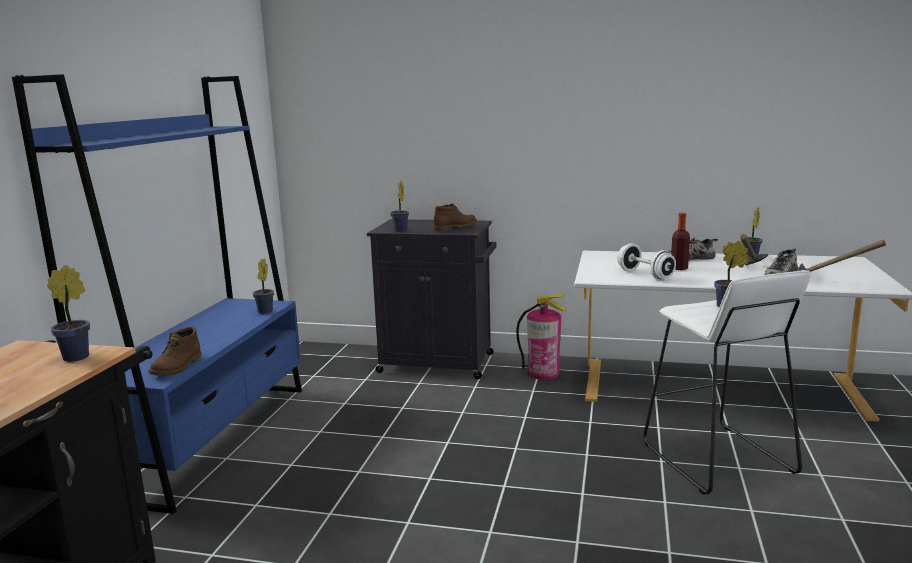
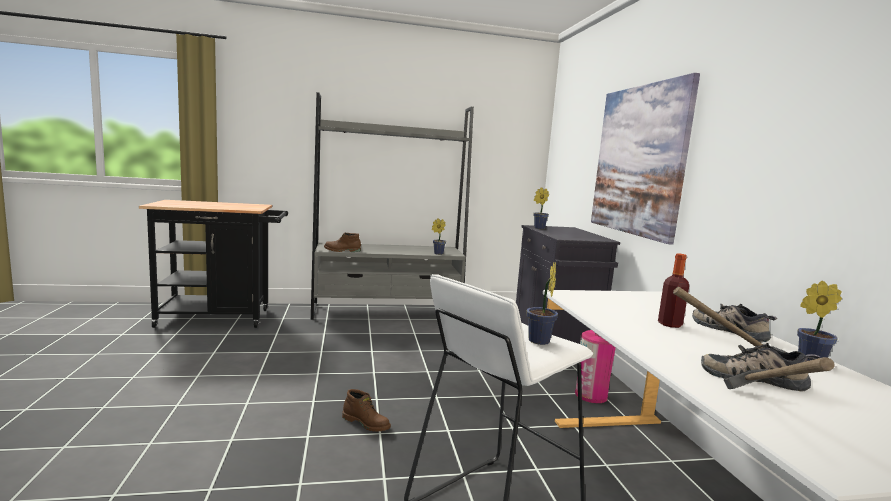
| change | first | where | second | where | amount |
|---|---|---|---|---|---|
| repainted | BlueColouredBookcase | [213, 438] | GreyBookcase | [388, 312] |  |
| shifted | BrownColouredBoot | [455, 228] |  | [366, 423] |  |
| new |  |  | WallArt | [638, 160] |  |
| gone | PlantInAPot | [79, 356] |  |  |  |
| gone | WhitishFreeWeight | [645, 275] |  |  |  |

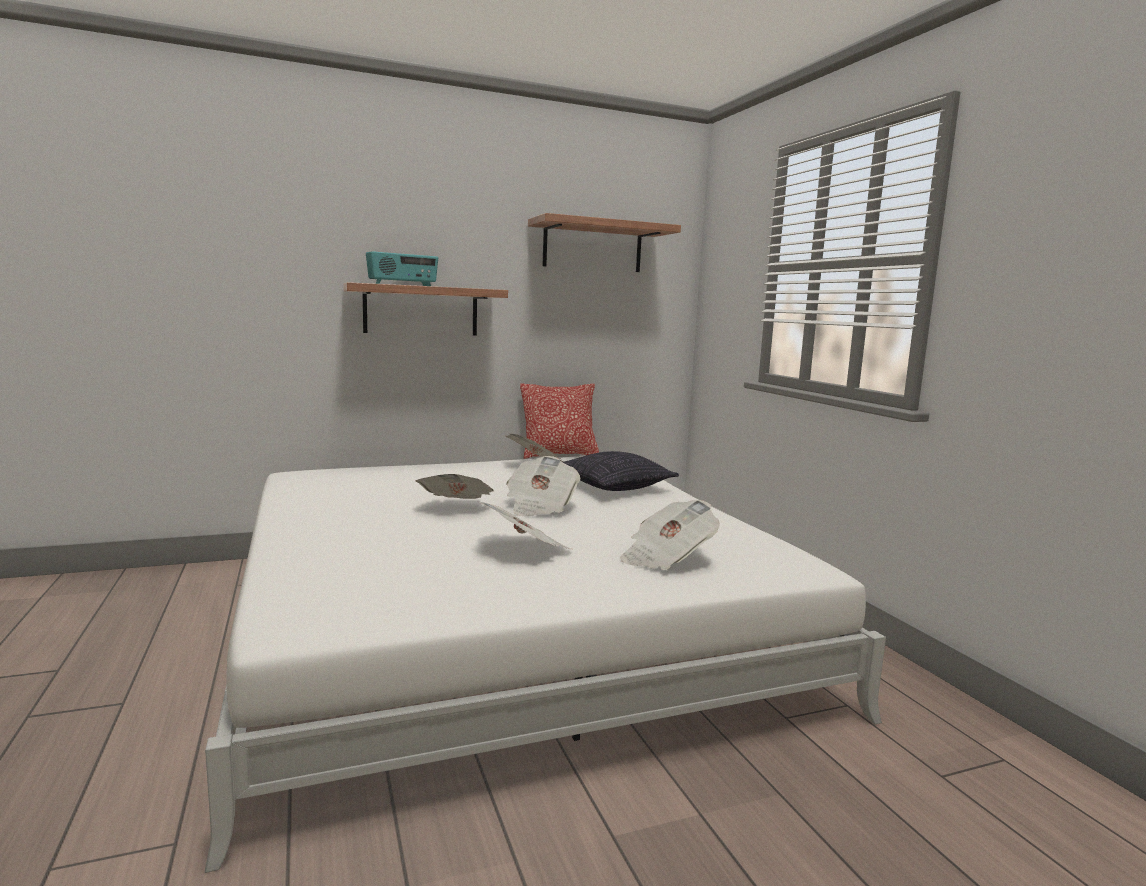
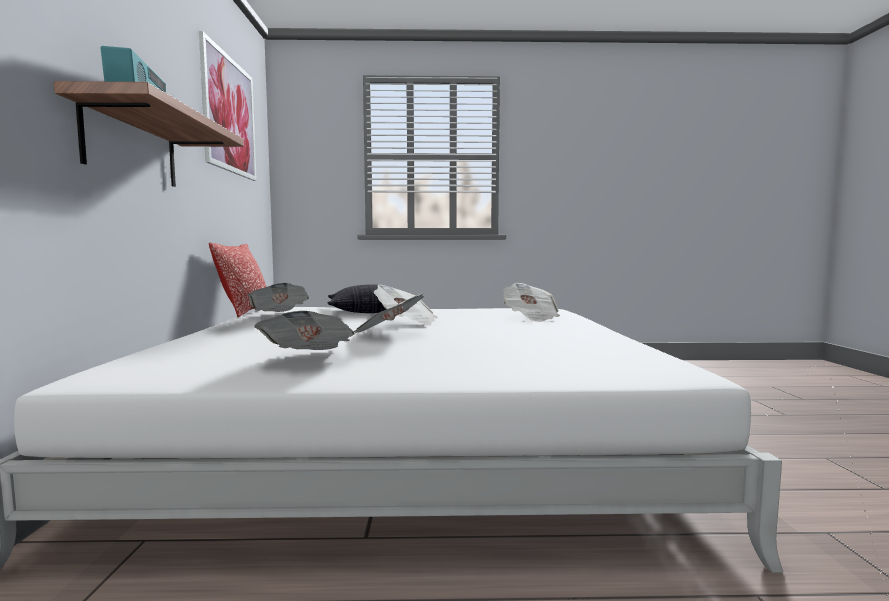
| change | first | where | second | where | amount |
|---|---|---|---|---|---|
| swapped | BracketShelf | [592, 247] | WallArt | [229, 115] |  |
| shifted | Newspaper | [525, 550] |  | [309, 359] |  |

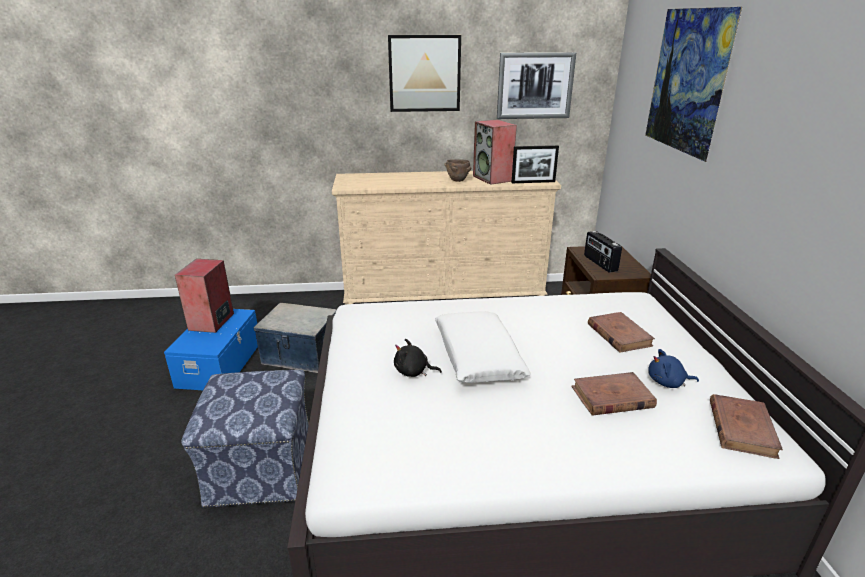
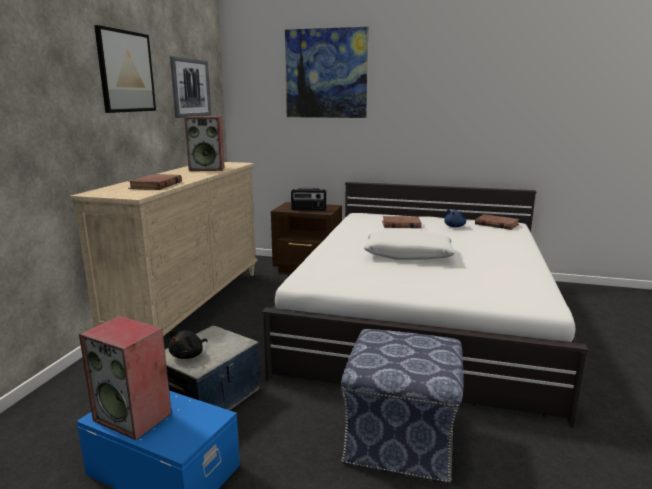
| change | first | where | second | where | amount |
|---|---|---|---|---|---|
| shifted | BrownColouredVolume | [612, 397] |  | [156, 185] |  |
| shifted | BlackishSoftToy | [413, 372] |  | [188, 355] |  |
| gone | BrownColouredDeepDish | [458, 181] |  |  |  |
| gone | PictureFrame | [533, 182] |  |  |  |

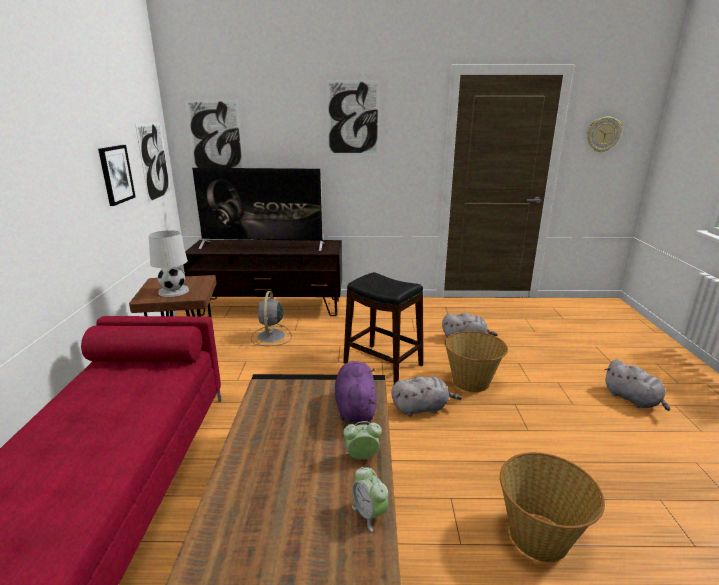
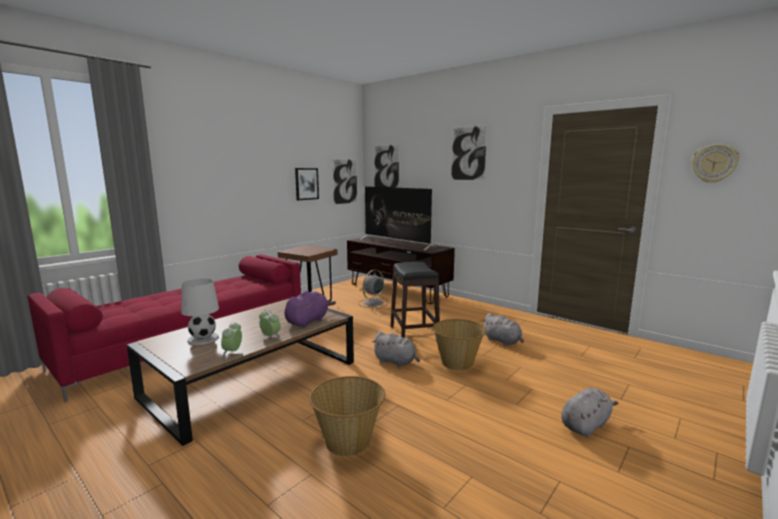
| change | first | where | second | where | amount |
|---|---|---|---|---|---|
| shifted | WhitishTableLamp | [174, 291] |  | [203, 339] |  |
| rotated | GreySoftToy | [633, 400] |  | [586, 425] | 135 degrees counterclockwise |

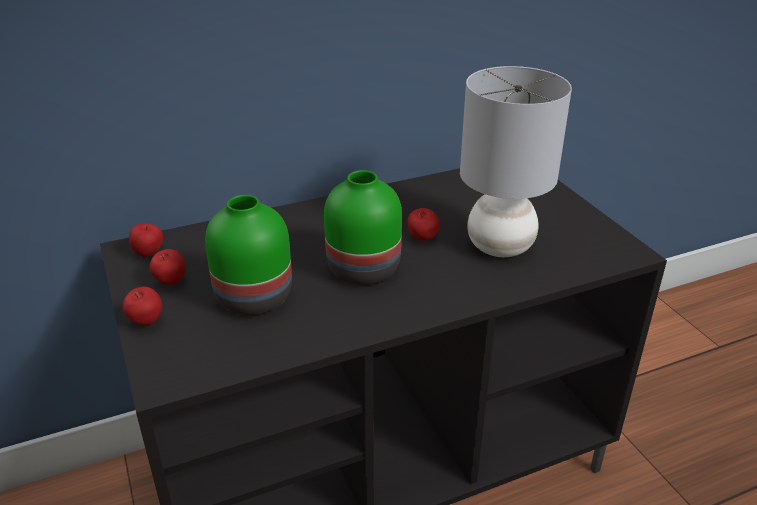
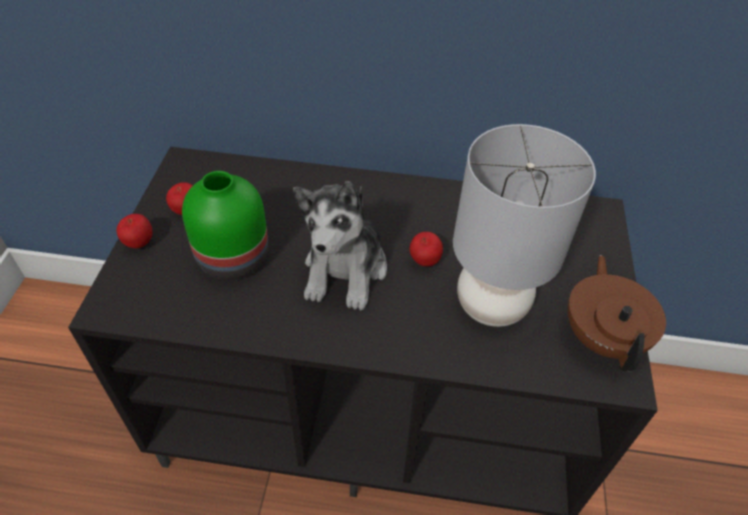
| change | first | where | second | where | amount |
|---|---|---|---|---|---|
| swapped | GreenVase | [364, 268] | SoftToy | [345, 270] |  |
| new |  |  | BrownColouredTeaPot | [602, 337] |  |
| gone | Apple | [149, 254] |  |  |  |

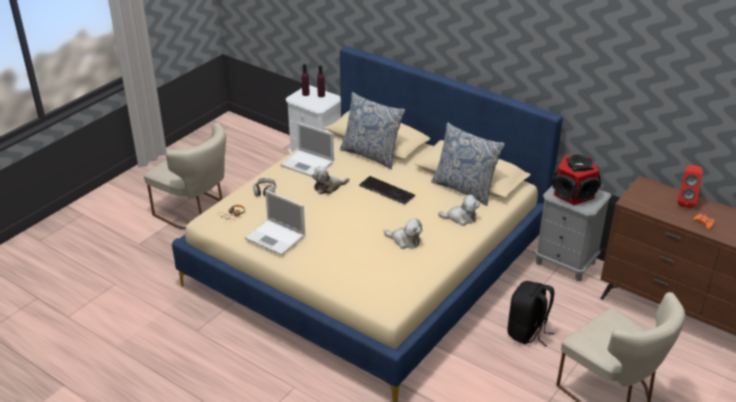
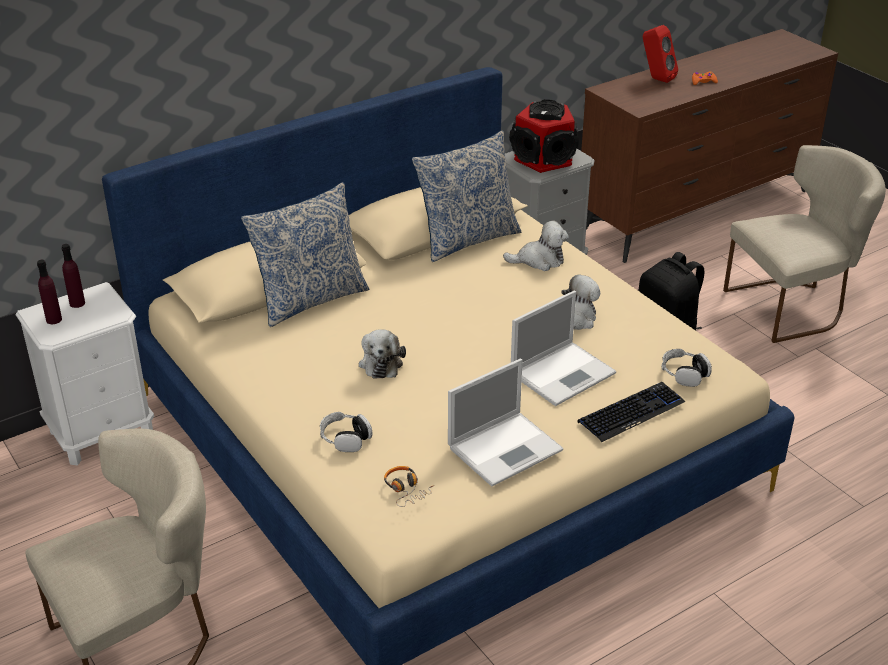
| change | first | where | second | where | amount |
|---|---|---|---|---|---|
| rotated | SoftToy | [461, 218] |  | [539, 260] | 60 degrees clockwise |
| shifted | Laptop | [308, 164] |  | [564, 373] |  |
| shifted | Keyboard | [387, 191] |  | [631, 413] |  |
| new |  |  | Headset | [684, 374] |  |

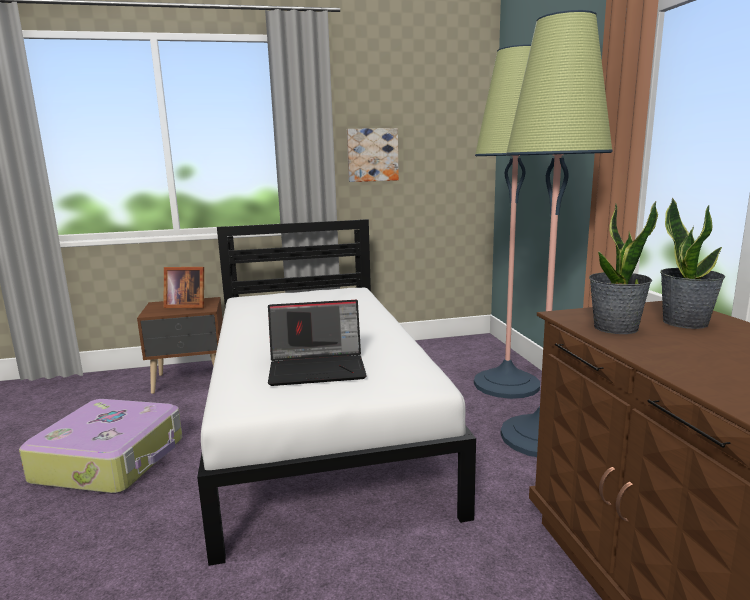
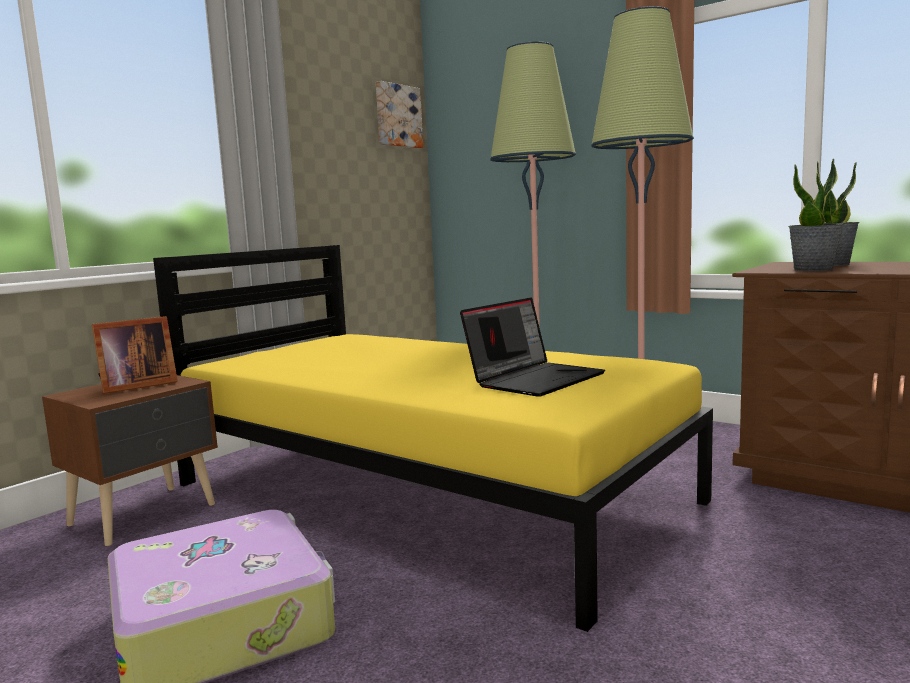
| change | first | where | second | where | amount |
|---|---|---|---|---|---|
| repainted | WhitishSleepingBed | [319, 422] | YellowishSleepingBed | [426, 491] |  |
| shifted | WallArt | [372, 155] |  | [397, 116] |  |

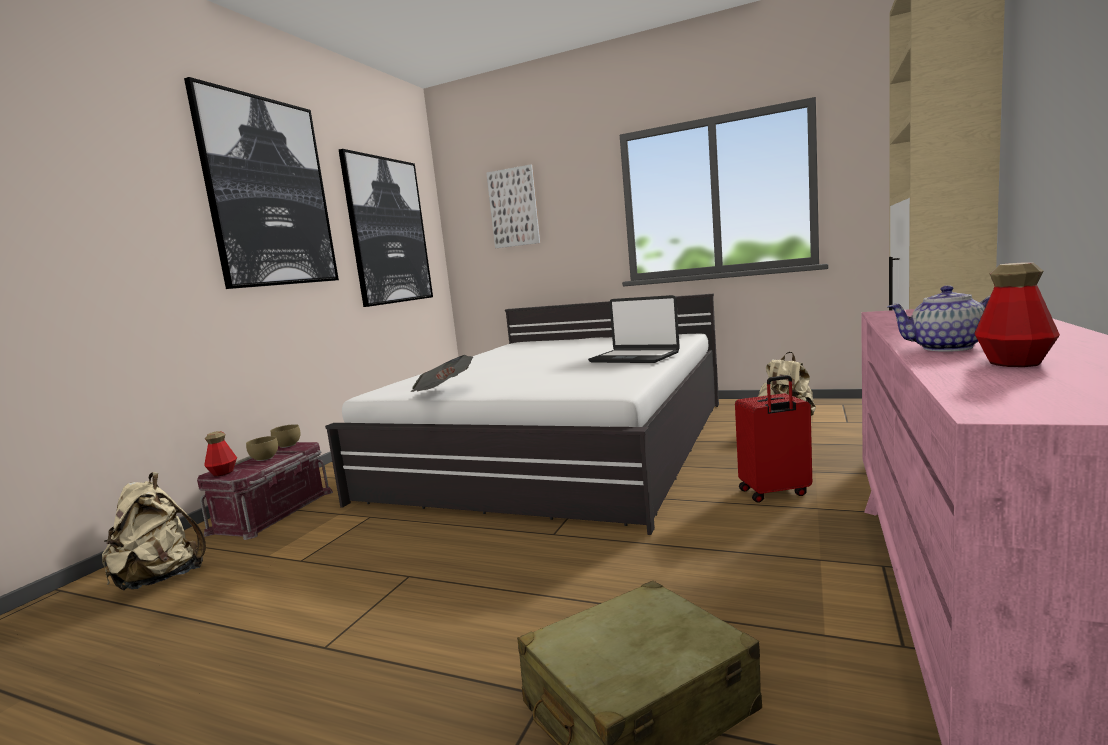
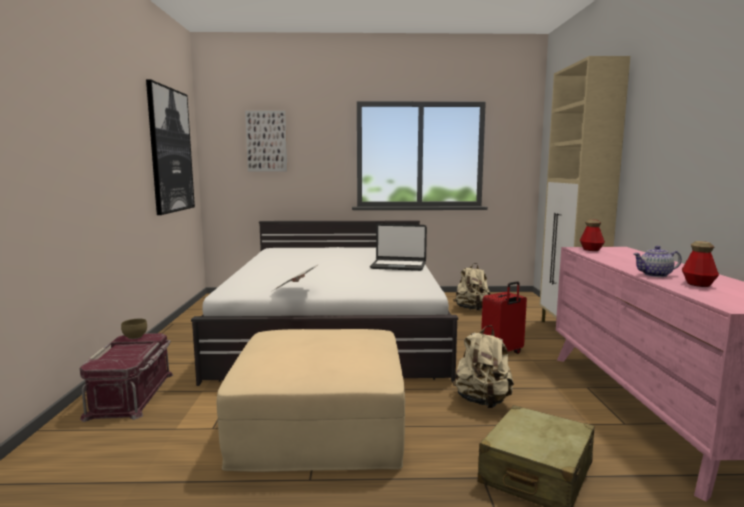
| change | first | where | second | where | amount |
|---|---|---|---|---|---|
| new |  |  | BeigeColouredOttoman | [320, 424] |  |
| shifted | BeigeColouredBackpack | [160, 579] |  | [482, 401] |  |
| shifted | Bottle | [223, 473] |  | [591, 250] |  |
| gone | WallArt | [269, 193] |  |  |  |
| gone | BrownColouredDeepDish | [266, 458] |  |  |  |

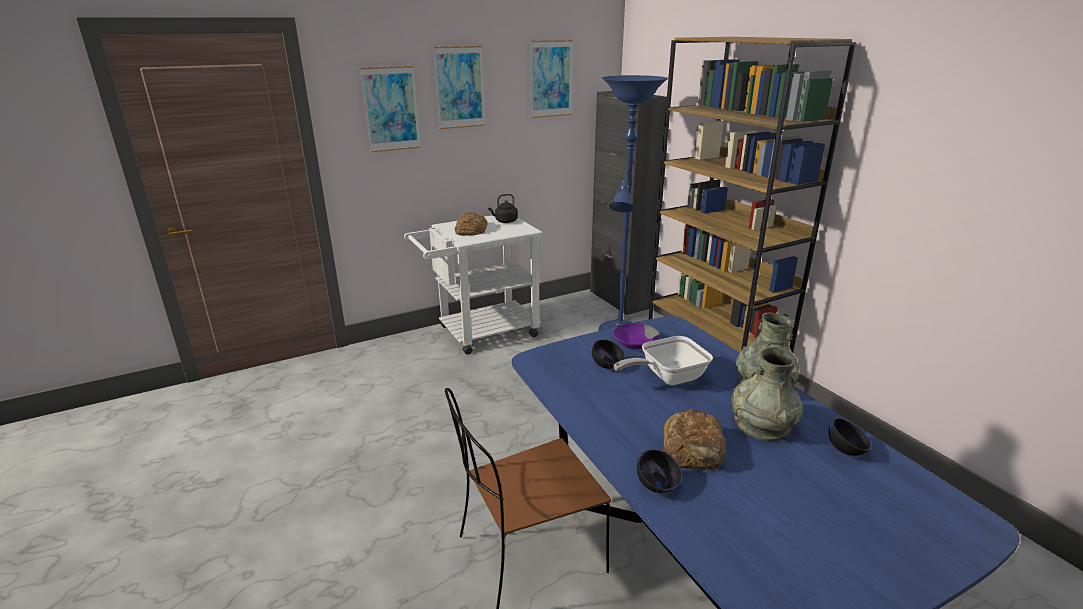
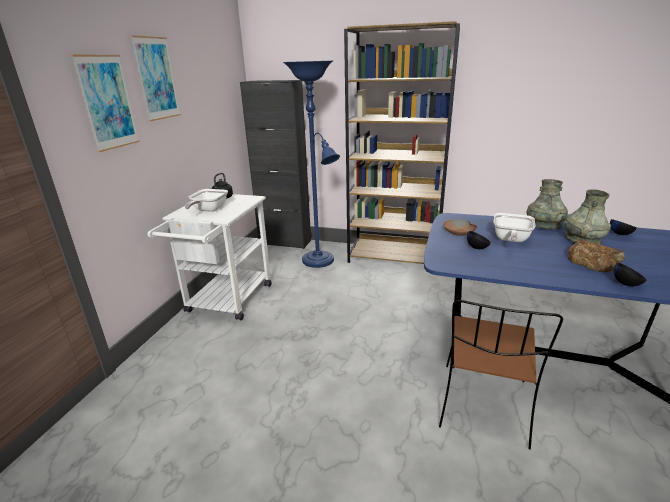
| change | first | where | second | where | amount |
|---|---|---|---|---|---|
| swapped | BakeryBread | [470, 229] | Skillet | [208, 210] |  |
| repainted | PurplishDeepDish | [634, 343] | BrownColouredDeepDish | [459, 232] |  |
| gone | WallArt | [550, 79] |  |  |  |

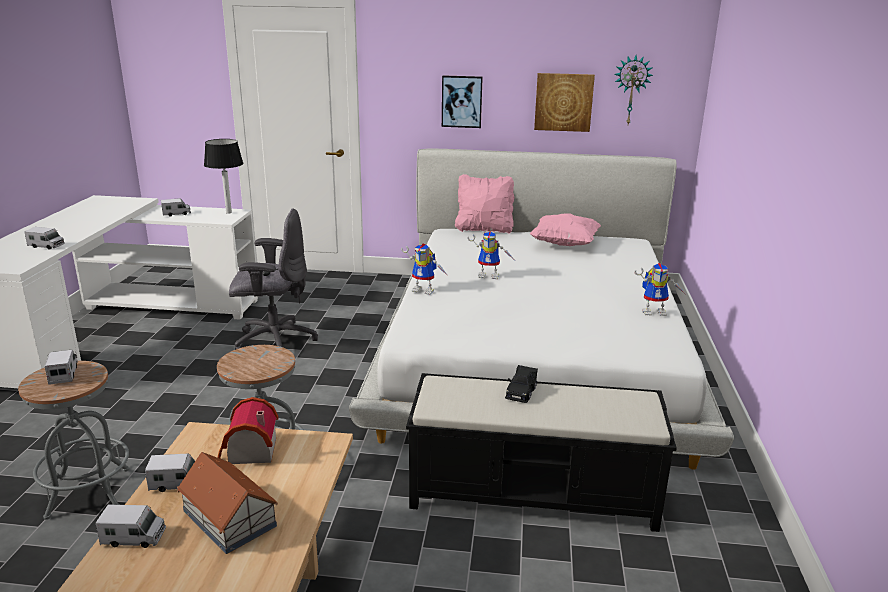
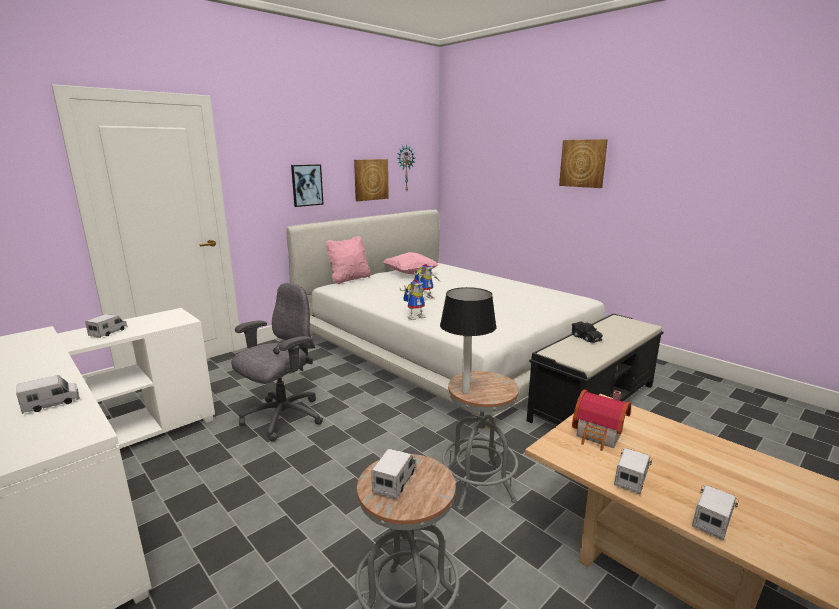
| change | first | where | second | where | amount |
|---|---|---|---|---|---|
| rotated | ToyLorry | [64, 374] |  | [395, 481] | 90 degrees clockwise |
| shifted | TableLamp | [228, 212] |  | [465, 392] |  |
| new |  |  | WallArt | [583, 163] |  |
| gone | ToyHouse | [229, 519] |  |  |  |
| gone | ModelRobot | [655, 311] |  |  |  |

